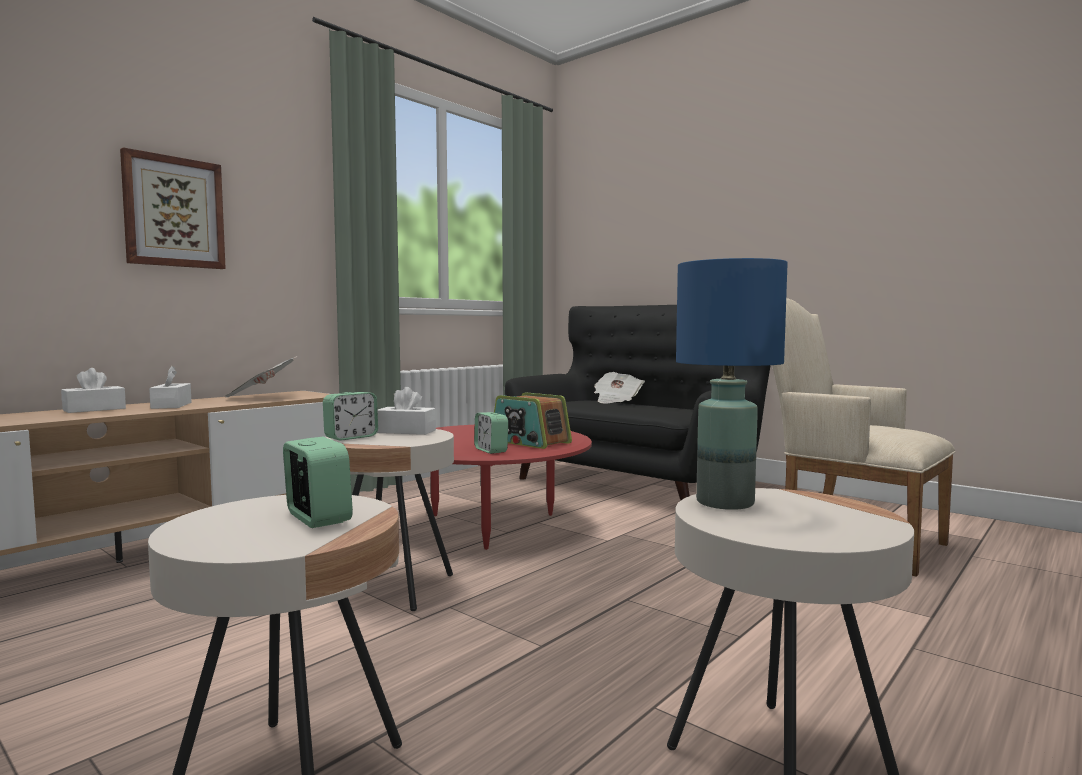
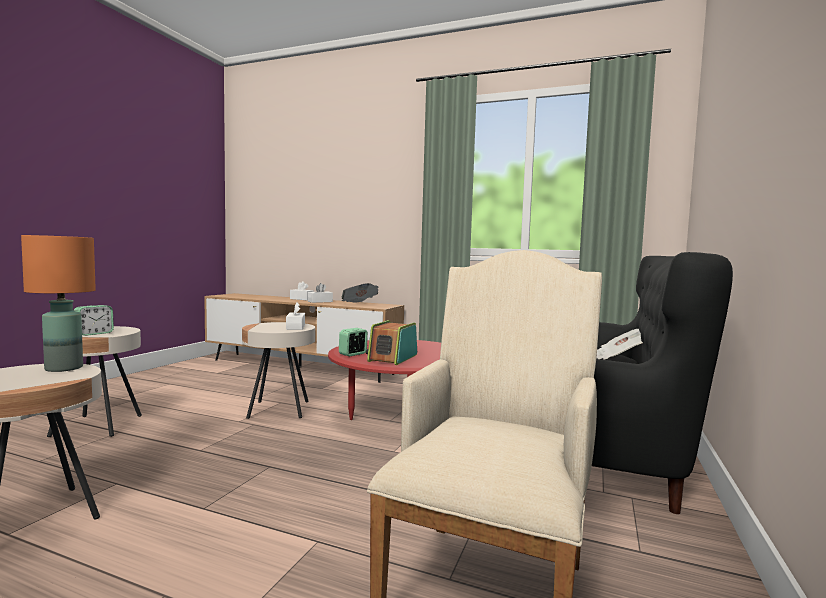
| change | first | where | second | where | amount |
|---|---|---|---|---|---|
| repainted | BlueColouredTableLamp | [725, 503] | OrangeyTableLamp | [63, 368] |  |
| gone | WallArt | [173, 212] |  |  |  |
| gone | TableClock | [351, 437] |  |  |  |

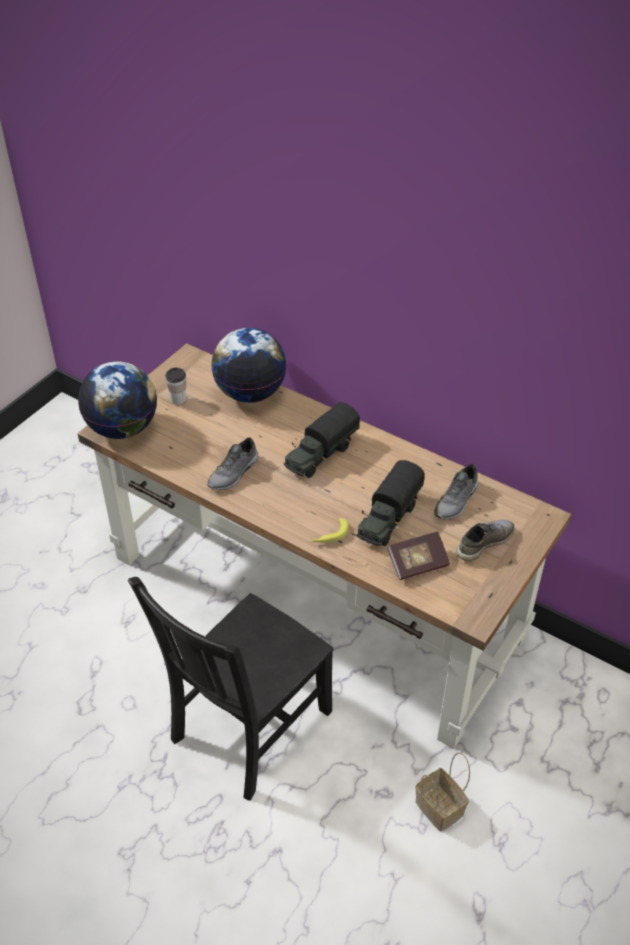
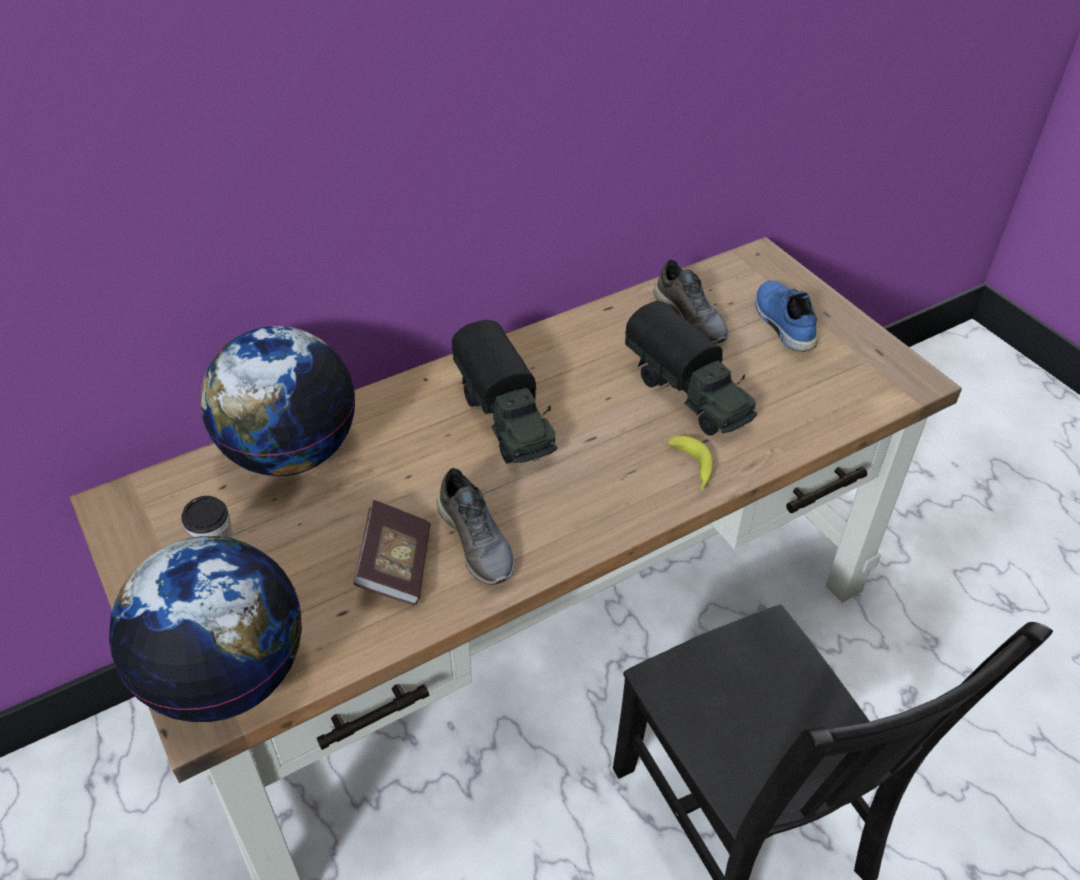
| change | first | where | second | where | amount |
|---|---|---|---|---|---|
| shifted | Volume | [417, 564] |  | [396, 566] |  |
| repainted | GreyShoe | [484, 543] | BlueColouredShoe | [782, 323] |  |
| gone | Basket | [441, 808] |  |  |  |

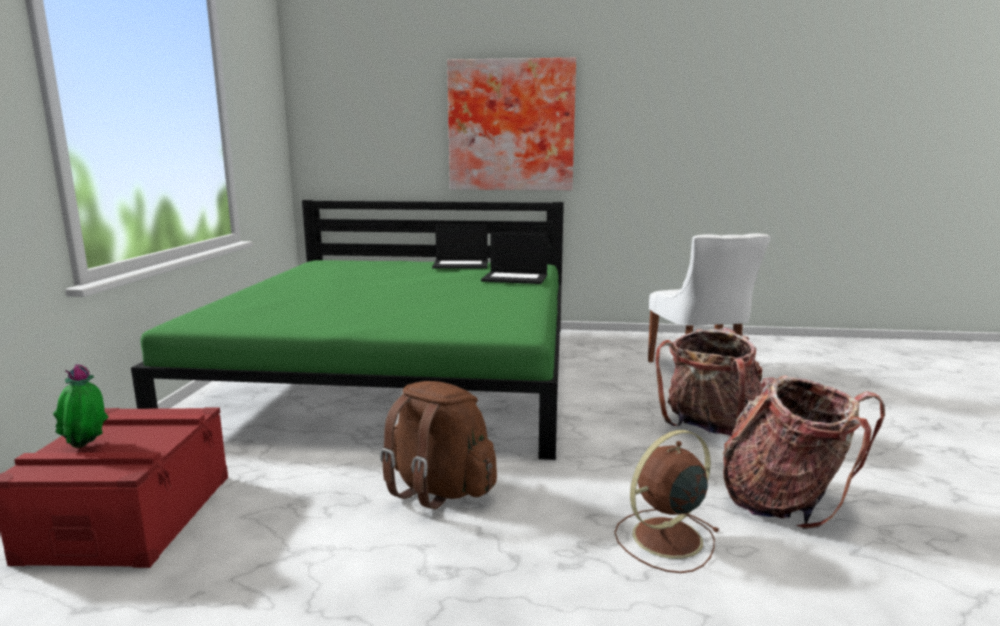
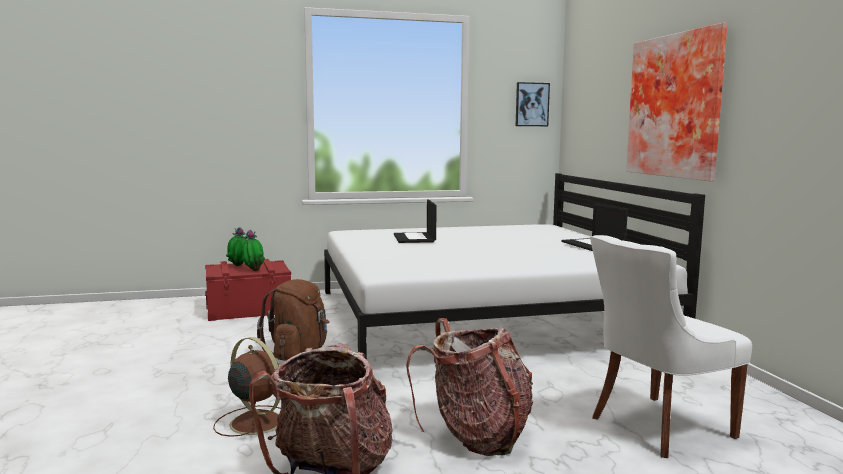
| change | first | where | second | where | amount |
|---|---|---|---|---|---|
| new |  |  | PlantInAPot | [253, 270] |  |
| repainted | GreenSleepingBed | [401, 372] | WhitishSleepingBed | [482, 317] |  |
| shifted | Laptop | [515, 278] |  | [415, 238] |  |
| new |  |  | WallArt | [532, 104] |  |

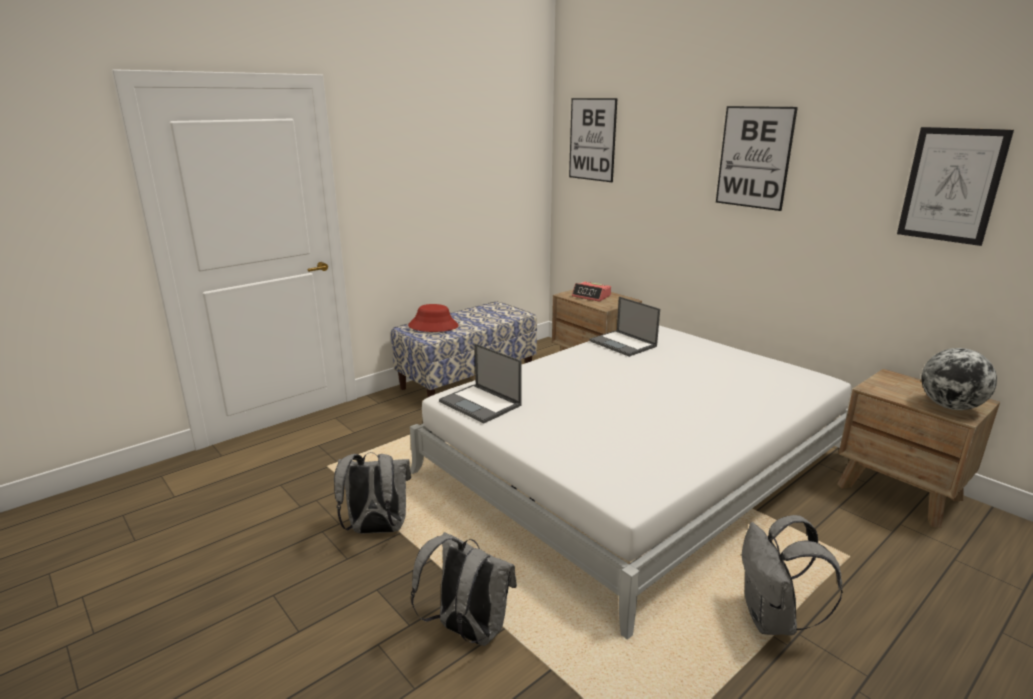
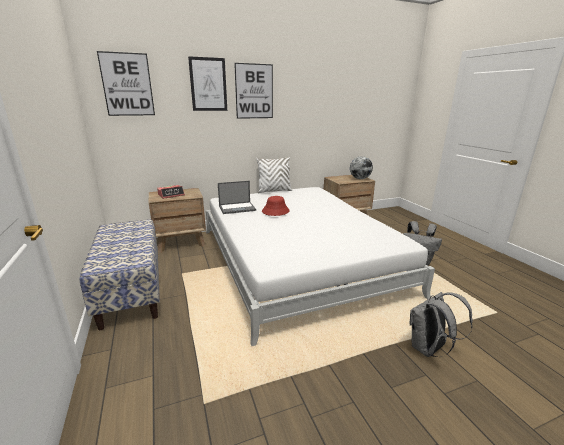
| change | first | where | second | where | amount |
|---|---|---|---|---|---|
| shifted | WallArt | [951, 185] |  | [208, 84] |  |
| new |  |  | WhitishPillow | [274, 191] |  |
| shifted | ReddishWearableHat | [433, 326] |  | [275, 211] |  |
| gone | GreyBackpack | [376, 530] |  |  |  |
| gone | Laptop | [481, 404] |  |  |  |

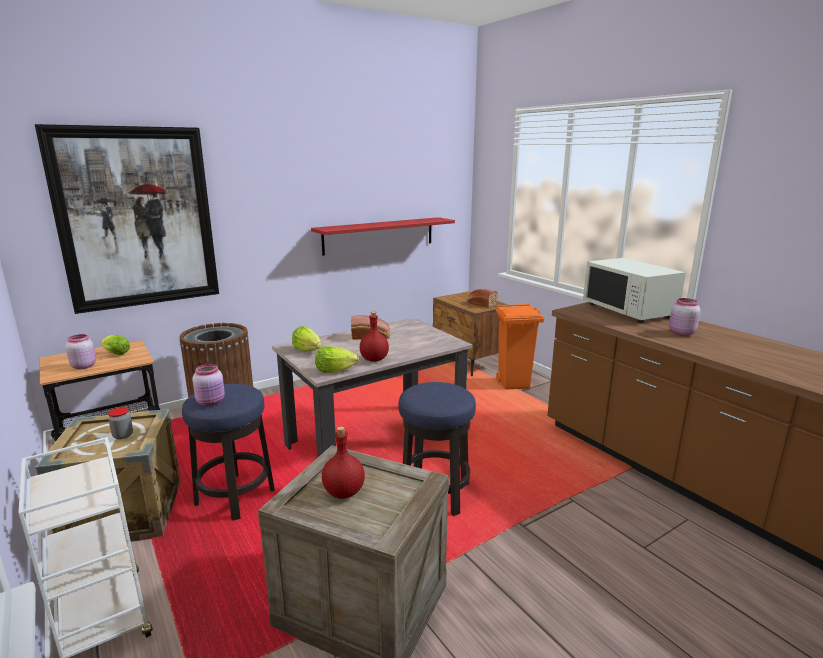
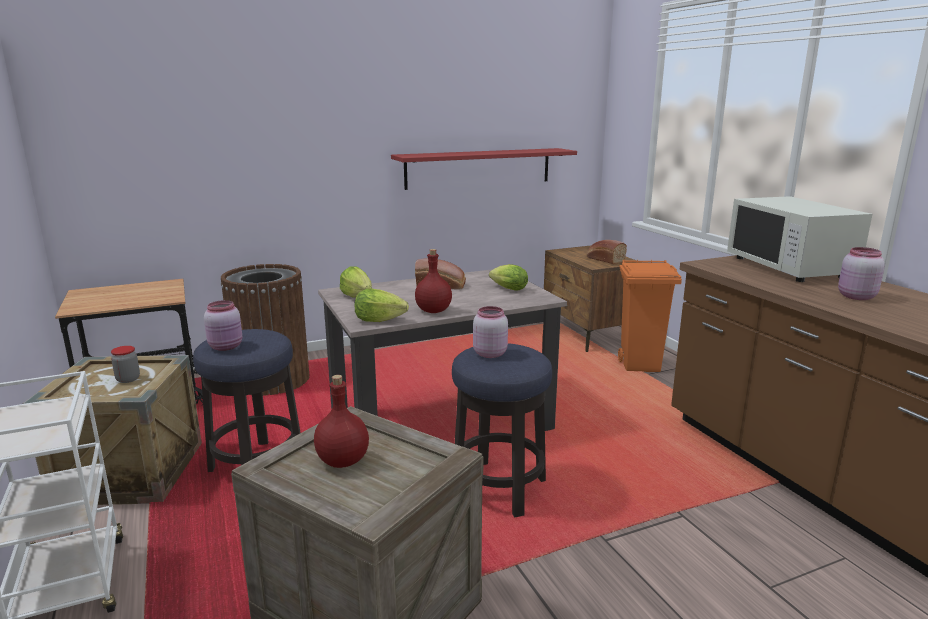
| change | first | where | second | where | amount |
|---|---|---|---|---|---|
| shifted | PinkishStorageJar | [83, 366] |  | [489, 353] |  |
| shifted | LettuceHead | [115, 353] |  | [507, 289] |  |
| gone | WallArt | [137, 218] |  |  |  |

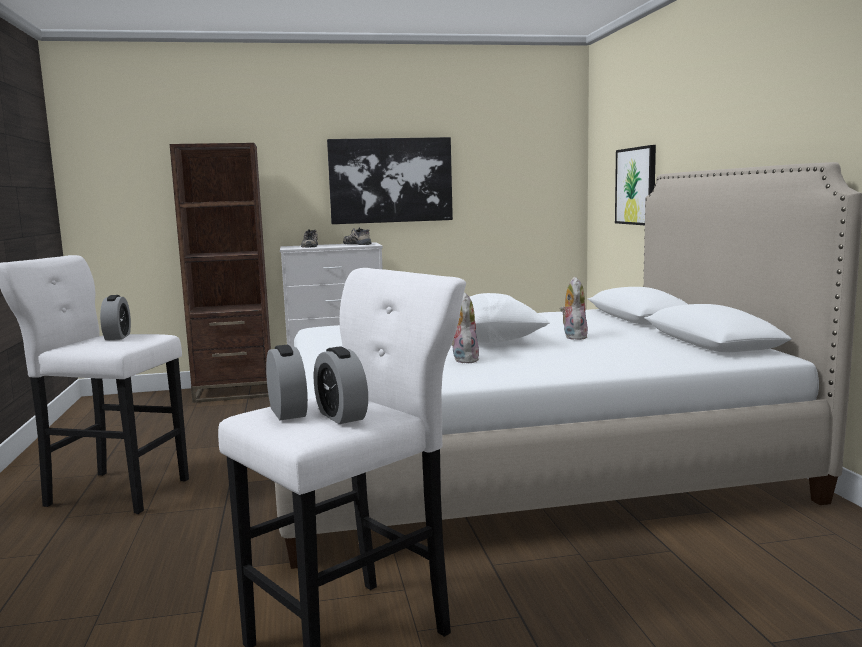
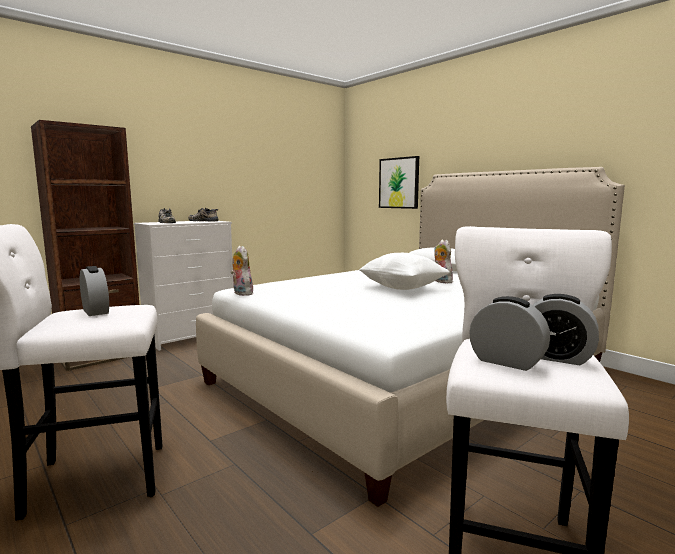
| change | first | where | second | where | amount |
|---|---|---|---|---|---|
| shifted | SoftToy | [463, 359] |  | [241, 293] |  |
| gone | WallArt | [390, 180] |  |  |  |

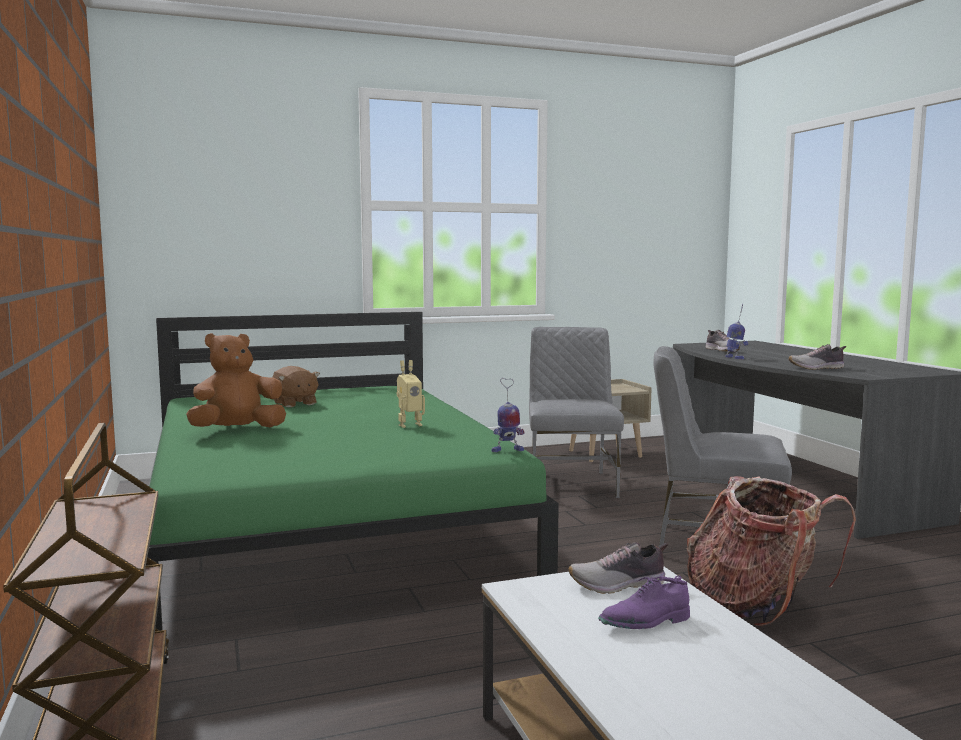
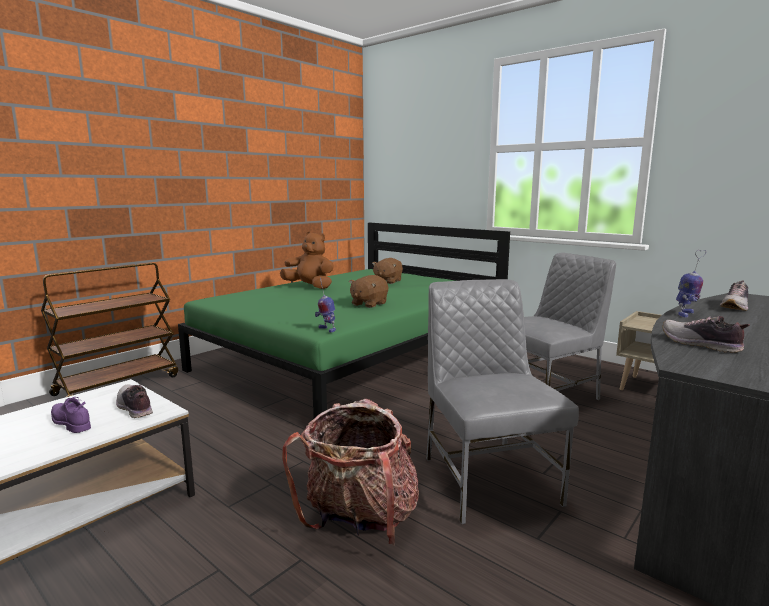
| change | first | where | second | where | amount |
|---|---|---|---|---|---|
| swapped | ModelRobot | [409, 424] | BrownColouredSoftToy | [368, 304] |  |

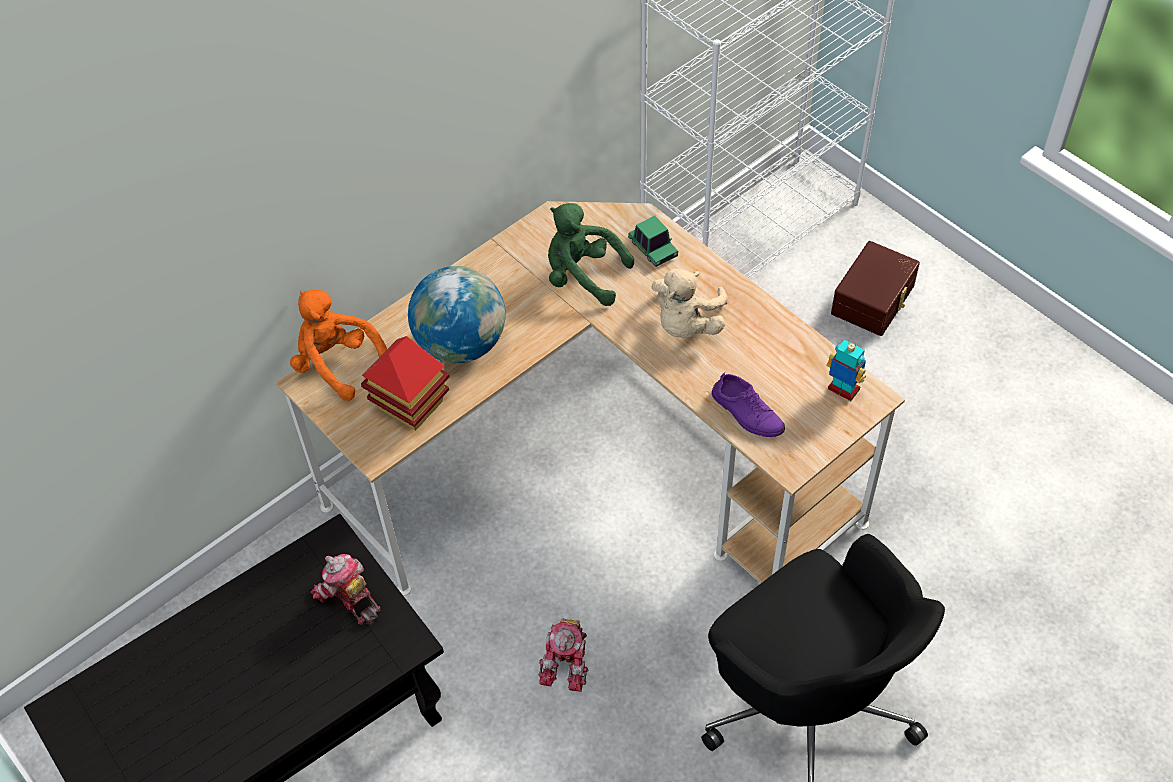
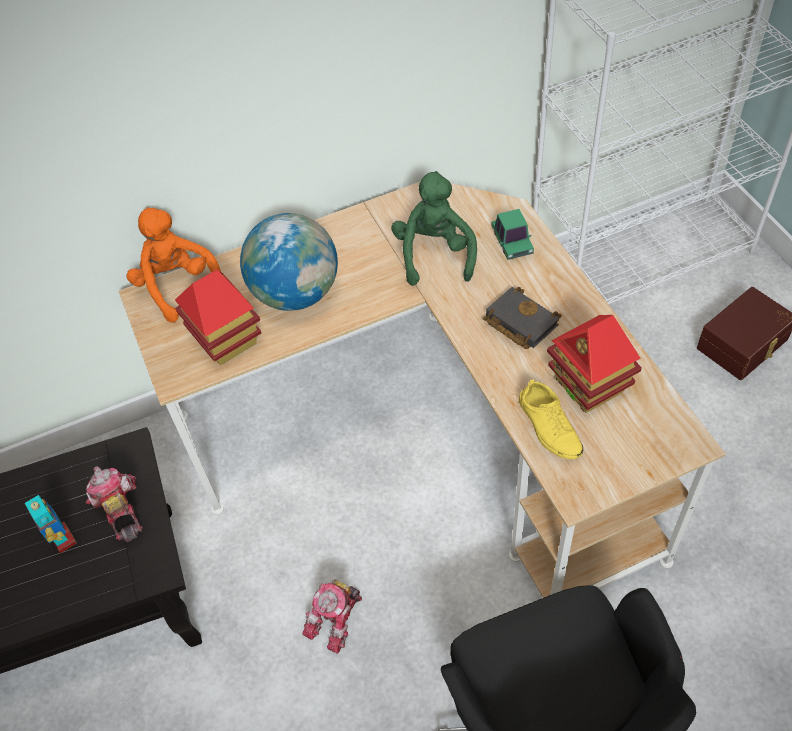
| change | first | where | second | where | amount |
|---|---|---|---|---|---|
| shifted | ModelRobot | [843, 390] |  | [62, 539] |  |
| rotated | GreenSoftToy | [583, 276] |  | [434, 254] | 45 degrees clockwise |
| swapped | BeigeColouredSoftToy | [686, 324] | BlackishVolume | [518, 322] |  |
| repainted | PurplishShoe | [747, 413] | YellowishShoe | [549, 426] |  |
| new |  |  | ToyHouse | [589, 385] |  |

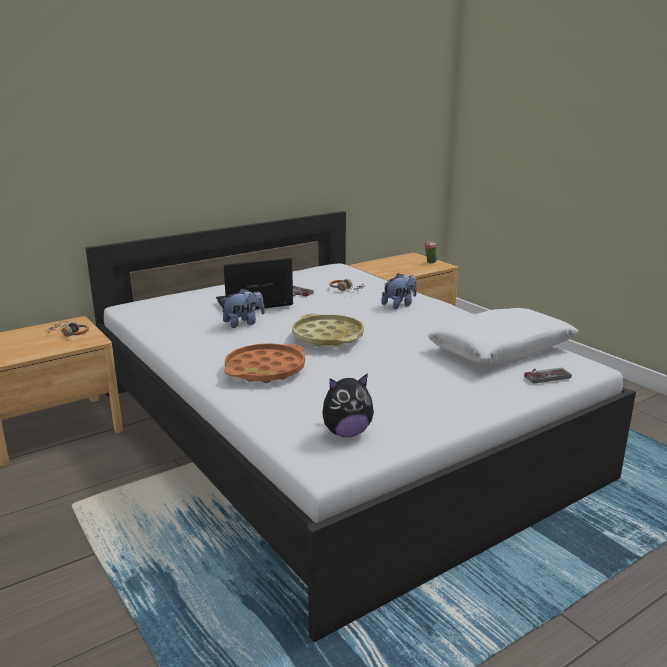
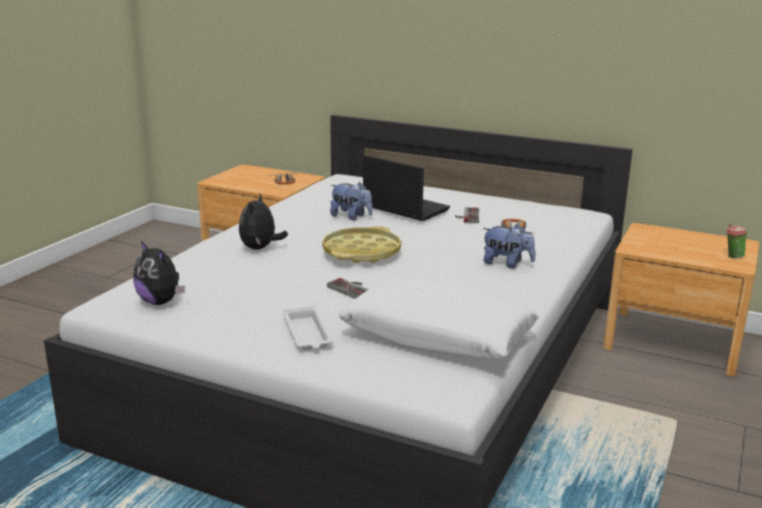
| change | first | where | second | where | amount |
|---|---|---|---|---|---|
| swapped | OrangeyServingTray | [265, 370] | SoftToy | [260, 248] |  |
| new |  |  | WhitishServingTray | [307, 333] |  |
| shifted | Joypad | [544, 375] |  | [353, 289] |  |

